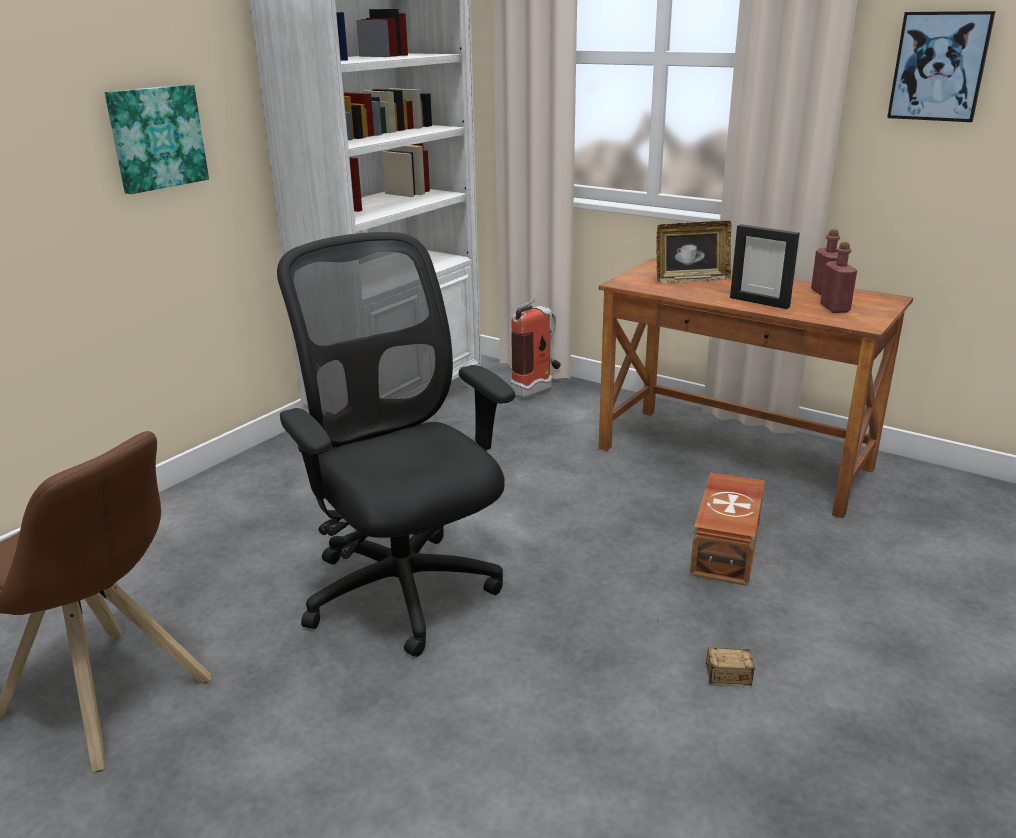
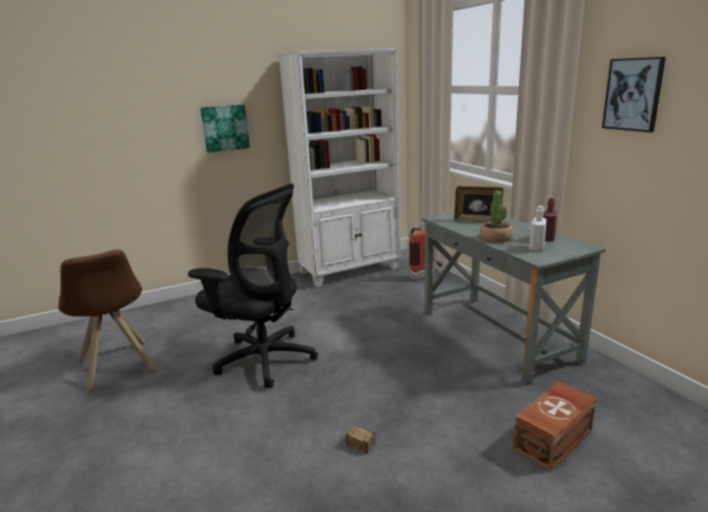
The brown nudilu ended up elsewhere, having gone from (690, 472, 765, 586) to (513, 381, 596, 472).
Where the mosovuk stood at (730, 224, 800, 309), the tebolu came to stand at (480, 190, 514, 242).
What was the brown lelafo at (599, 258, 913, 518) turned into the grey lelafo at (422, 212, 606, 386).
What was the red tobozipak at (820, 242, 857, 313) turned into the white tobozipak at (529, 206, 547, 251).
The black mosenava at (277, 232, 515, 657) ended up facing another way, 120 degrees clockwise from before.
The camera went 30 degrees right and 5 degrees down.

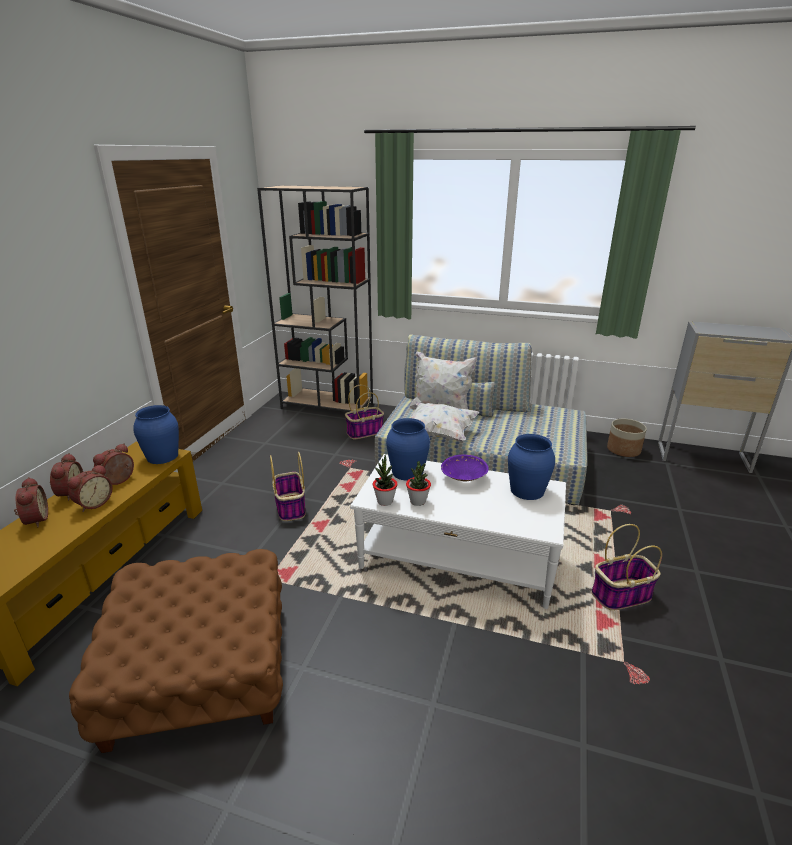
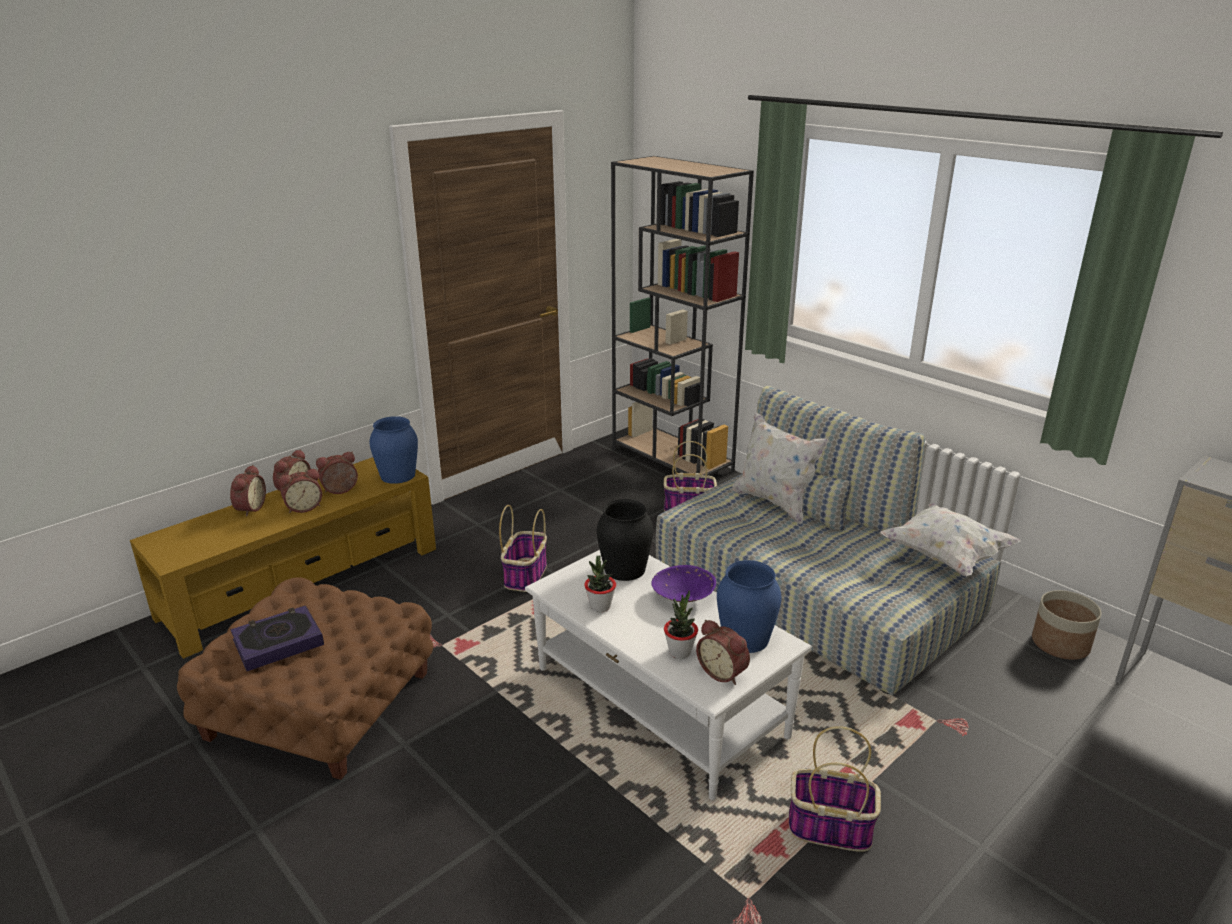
The second view gained the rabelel at (231, 605, 324, 671).
The second view gained the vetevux at (696, 620, 750, 685).
The tebolu ended up elsewhere, having gone from (373, 455, 397, 506) to (664, 590, 698, 659).
The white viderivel ended up elsewhere, having gone from (411, 402, 479, 442) to (880, 503, 1021, 577).
What was the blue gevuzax at (386, 418, 430, 481) turned into the black gevuzax at (597, 499, 653, 581).
The camera went 30 degrees right and 0 degrees up.

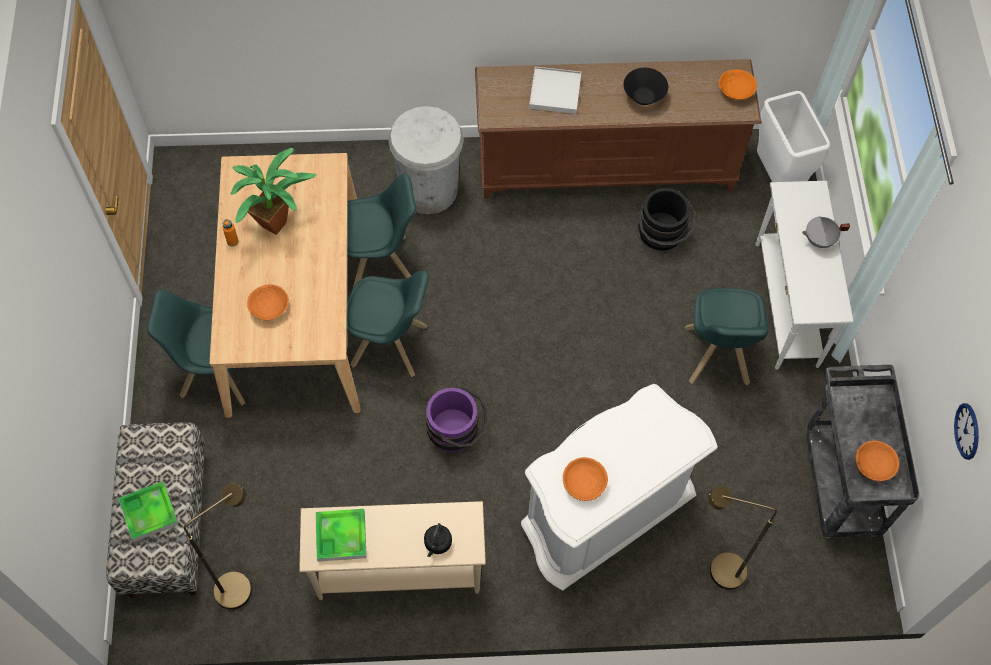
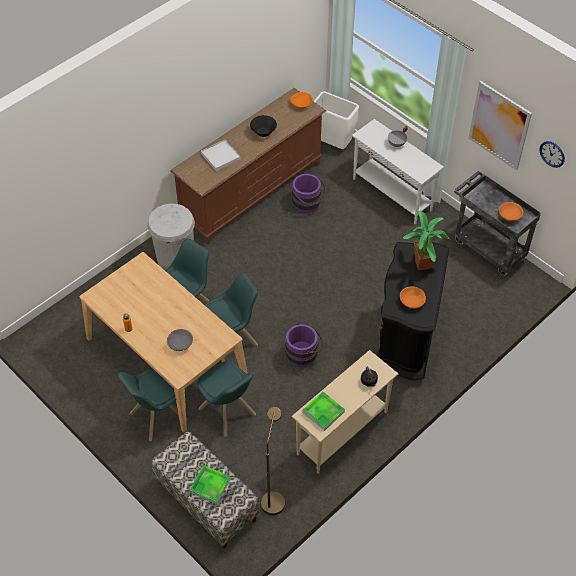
The second view lost the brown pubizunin at (708, 486, 777, 590).
The second view gained the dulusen at (468, 81, 532, 170).
The tebolu ended up elsewhere, having gone from (231, 148, 316, 235) to (403, 211, 450, 270).
The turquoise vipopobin ended up elsewhere, having gone from (684, 288, 769, 385) to (197, 361, 256, 437).
What was the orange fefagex at (247, 284, 289, 320) turned into the grey fefagex at (167, 329, 193, 351).
What was the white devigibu at (521, 384, 718, 591) turned into the black devigibu at (377, 242, 449, 380).
What was the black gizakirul at (638, 188, 695, 251) turned into the purple gizakirul at (292, 174, 326, 213).
The camera went 40 degrees left and 10 degrees down.

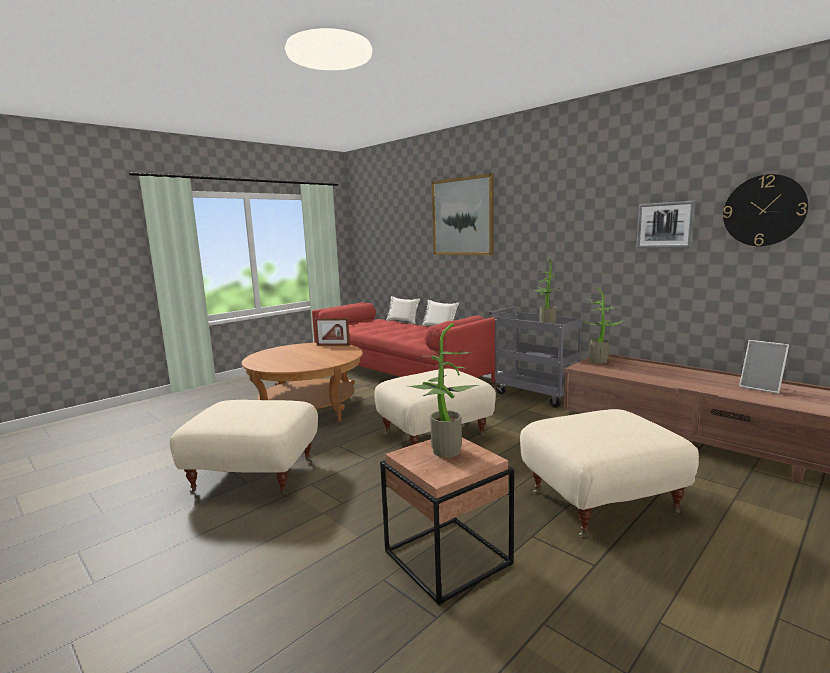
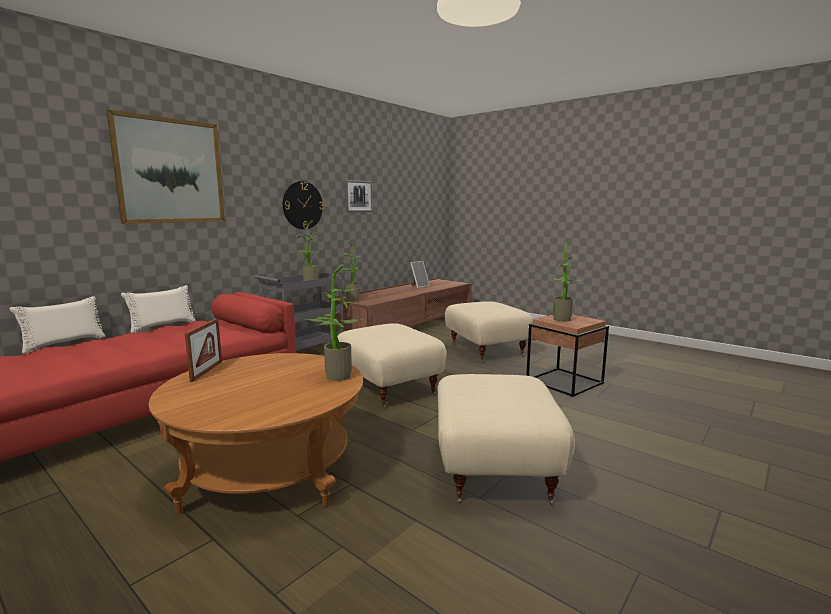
The second view gained the tebolu at (306, 265, 364, 381).
The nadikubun ended up elsewhere, having gone from (723, 174, 809, 246) to (283, 181, 324, 229).
The camera went 95 degrees left and 0 degrees up.

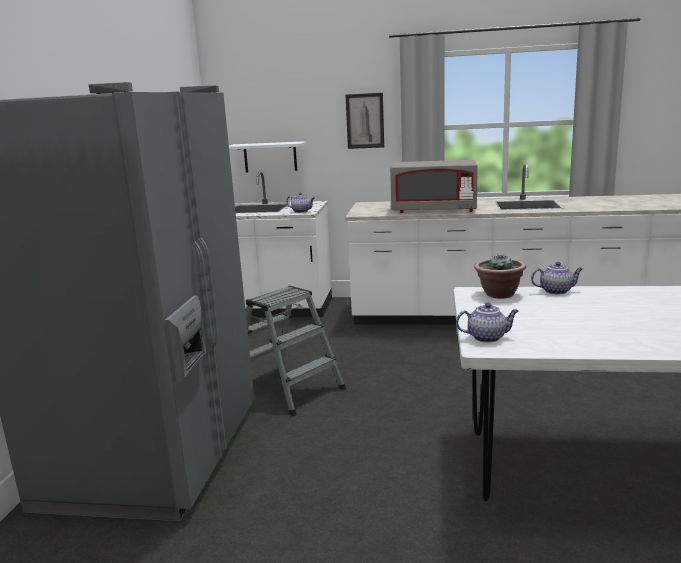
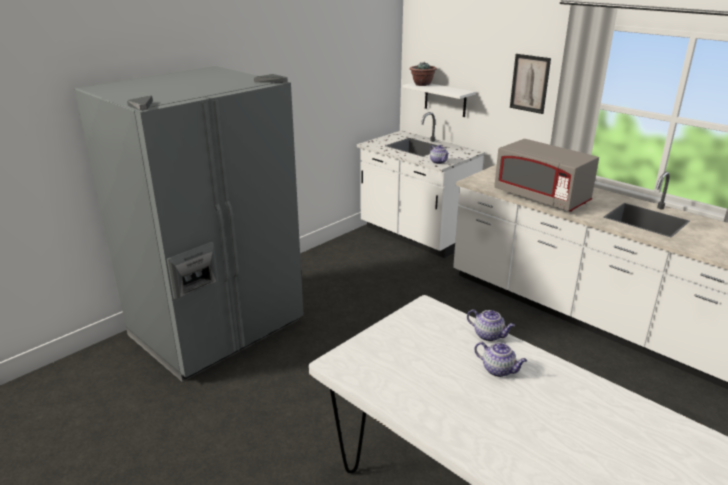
The second view lost the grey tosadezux at (246, 286, 346, 416).
The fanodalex ended up elsewhere, having gone from (456, 303, 519, 343) to (474, 342, 527, 377).
The tebolu ended up elsewhere, having gone from (474, 255, 526, 299) to (410, 62, 437, 86).
The camera went 35 degrees right and 10 degrees up.

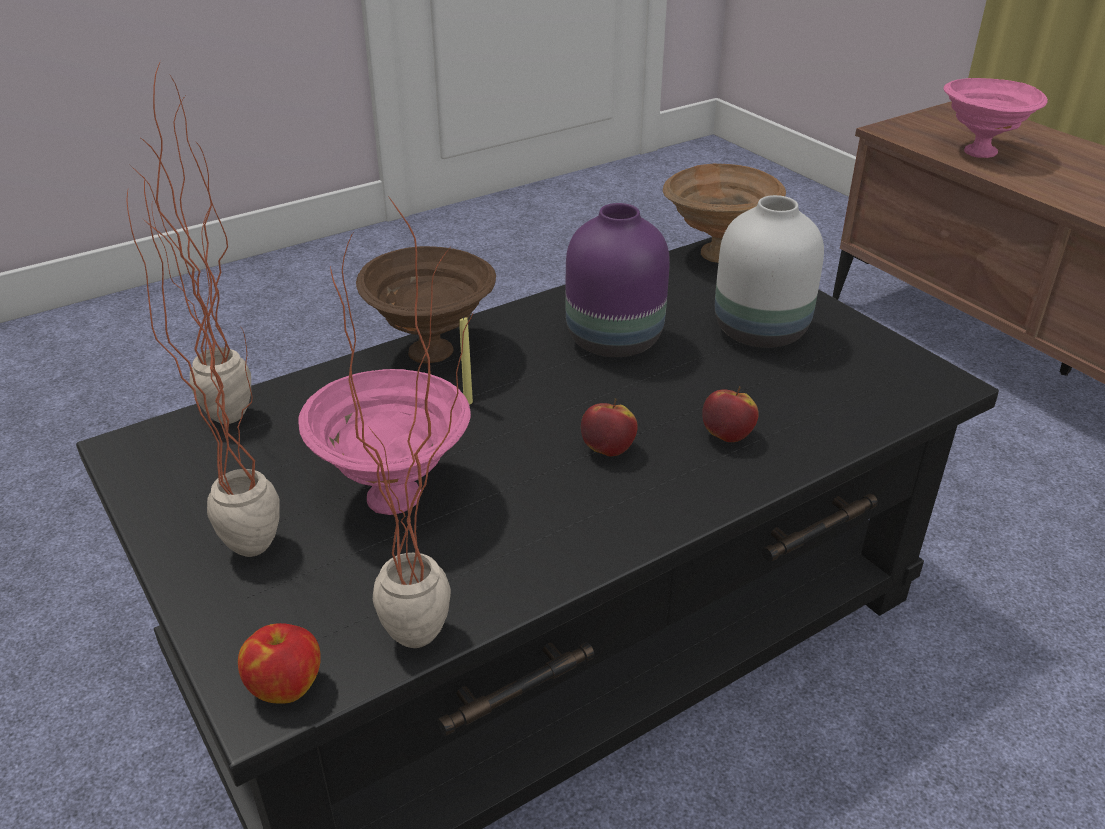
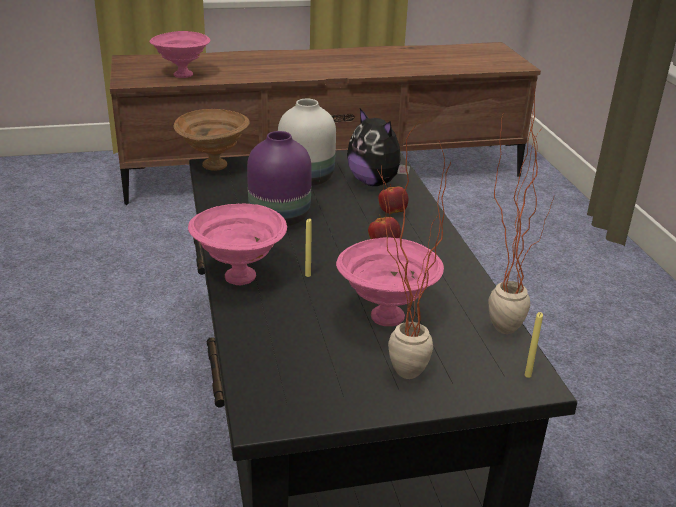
The second view lost the tebolu at (130, 61, 251, 424).
The second view gained the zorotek at (347, 108, 410, 186).
Where the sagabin stood at (238, 623, 321, 704), the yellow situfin came to stand at (525, 312, 543, 378).
What was the brown fefagex at (356, 246, 496, 364) turned into the pink fefagex at (188, 203, 287, 285).
The camera went 70 degrees left and 5 degrees down.

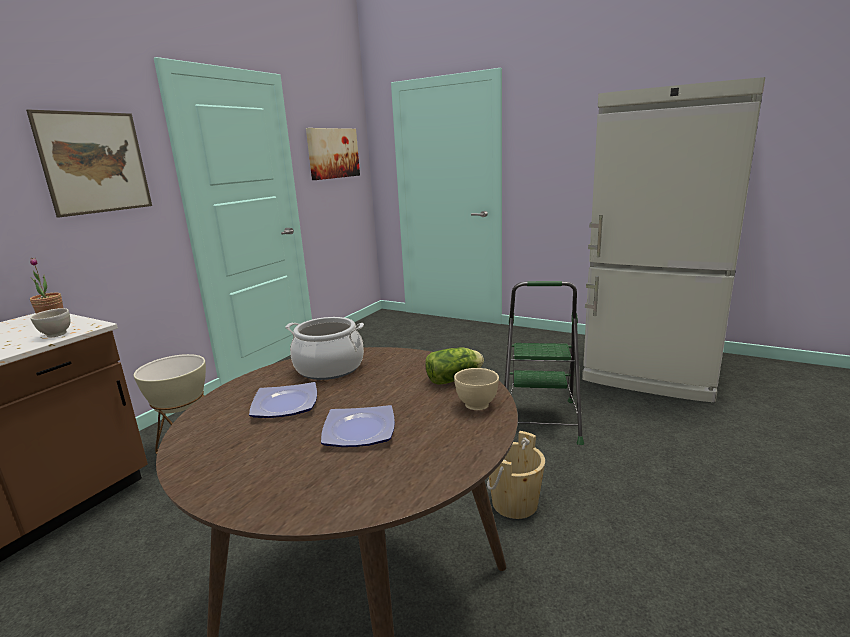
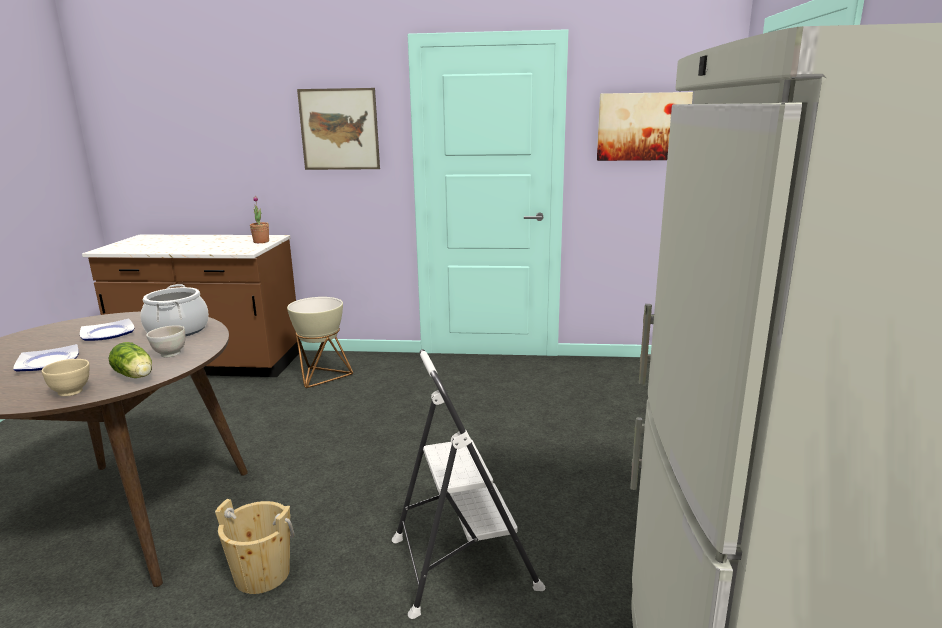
The white fefagex ended up elsewhere, having gone from (30, 308, 70, 337) to (146, 325, 185, 357).
What was the green tosadezux at (504, 281, 584, 445) turned into the white tosadezux at (392, 349, 545, 619).
The camera went 65 degrees right and 0 degrees up.

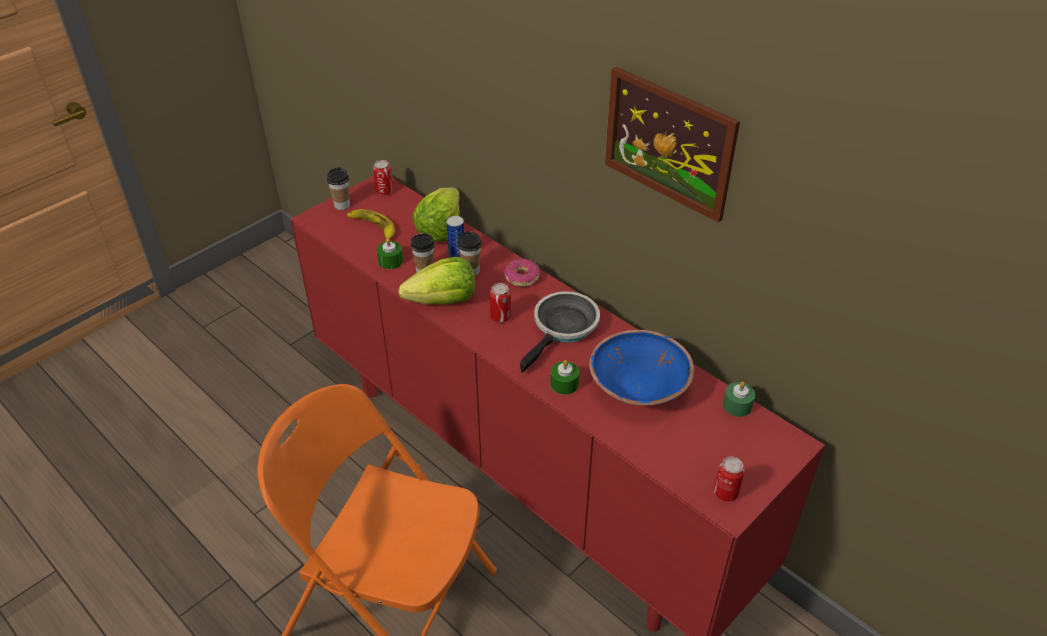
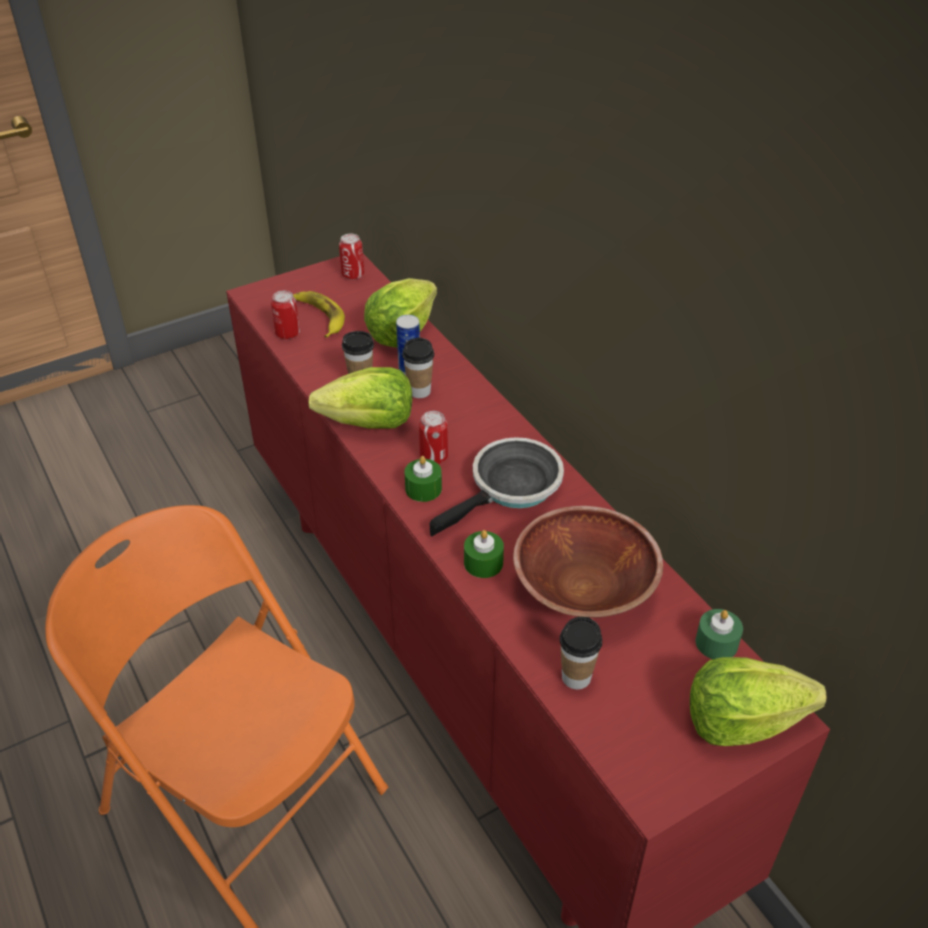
The second view lost the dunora at (504, 259, 540, 287).
The second view lost the dulusen at (605, 66, 740, 223).
The second view gained the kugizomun at (690, 657, 826, 746).
The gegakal ended up elsewhere, having gone from (327, 167, 350, 210) to (560, 617, 602, 690).
The green situfin ended up elsewhere, having gone from (377, 238, 403, 269) to (404, 456, 442, 502).
The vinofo ended up elsewhere, having gone from (714, 457, 745, 502) to (271, 291, 300, 339).
What was the blue fefagex at (589, 330, 694, 406) turned into the brown fefagex at (513, 506, 663, 618).
The camera went 15 degrees right and 0 degrees up.

